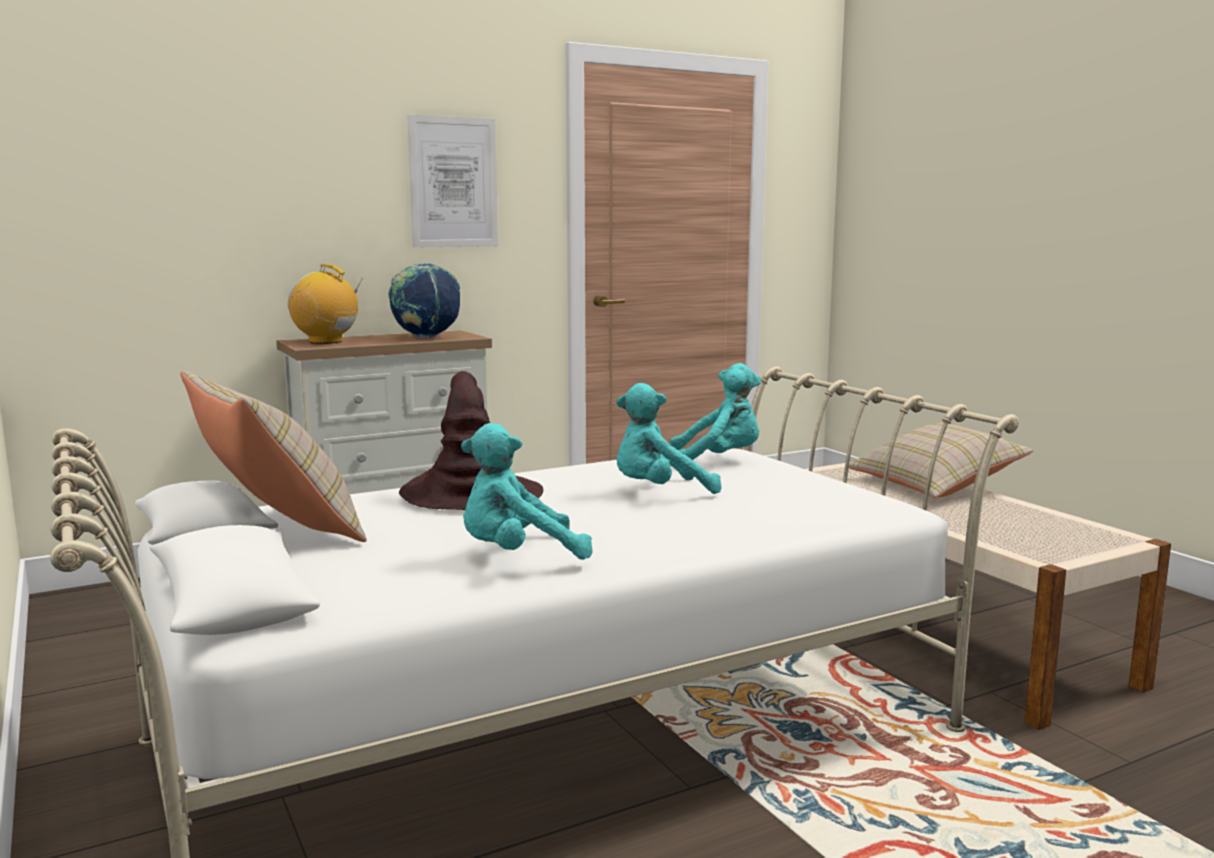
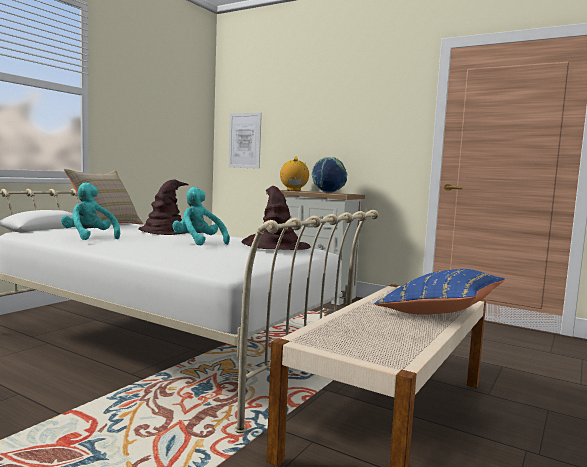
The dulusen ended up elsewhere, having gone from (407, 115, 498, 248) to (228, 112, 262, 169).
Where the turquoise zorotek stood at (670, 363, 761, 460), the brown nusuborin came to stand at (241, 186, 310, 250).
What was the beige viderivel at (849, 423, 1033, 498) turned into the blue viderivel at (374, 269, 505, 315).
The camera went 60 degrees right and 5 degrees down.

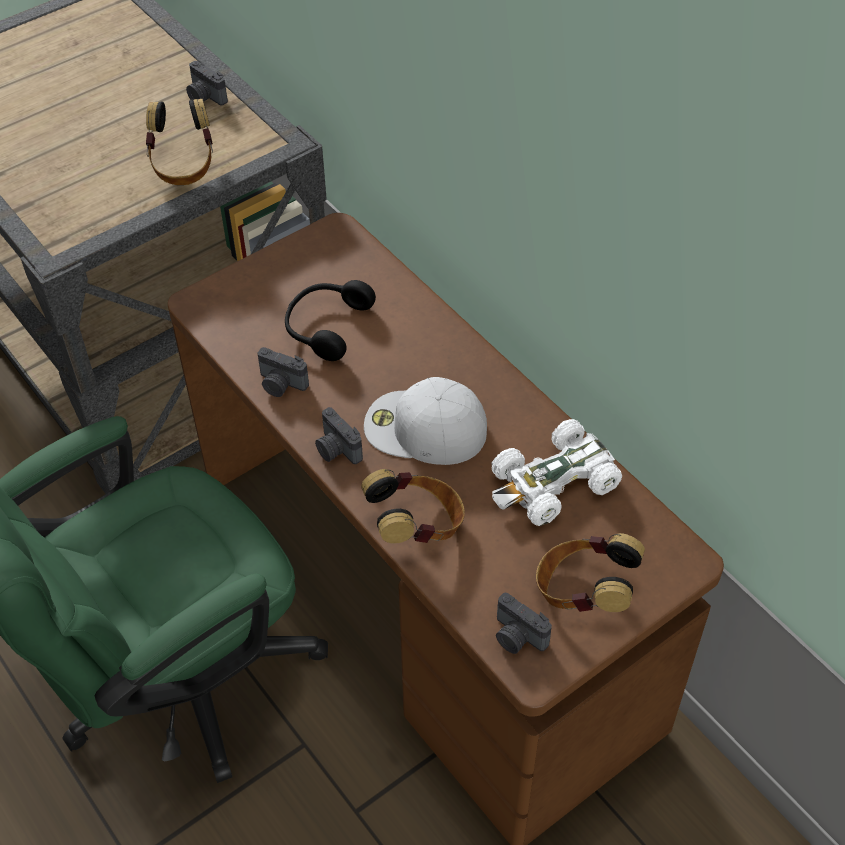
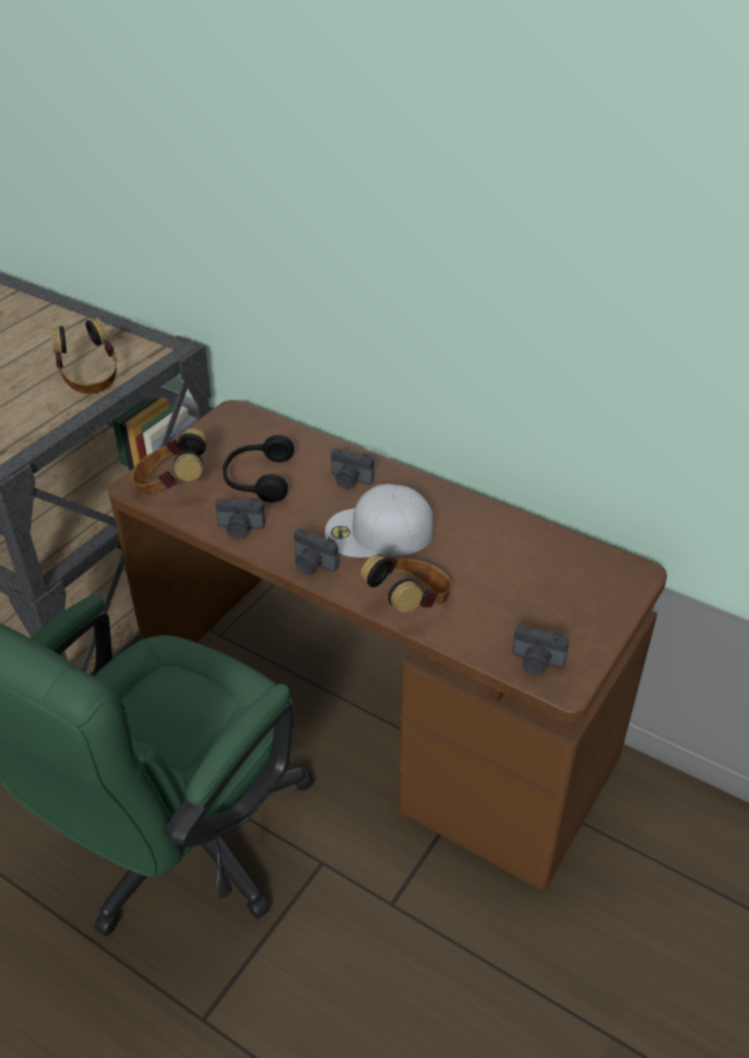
The second view lost the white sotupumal at (491, 419, 623, 526).
The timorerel ended up elsewhere, having gone from (186, 61, 228, 105) to (331, 448, 374, 489).
The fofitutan ended up elsewhere, having gone from (536, 533, 645, 612) to (132, 428, 207, 495).
The camera went 20 degrees left and 10 degrees down.

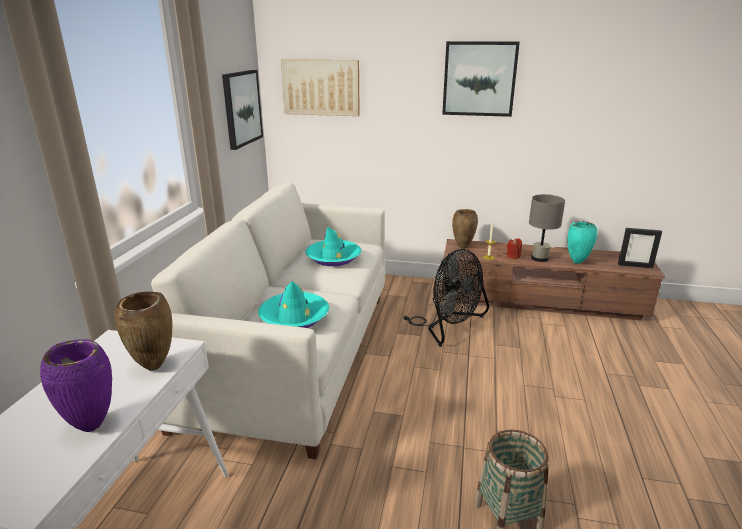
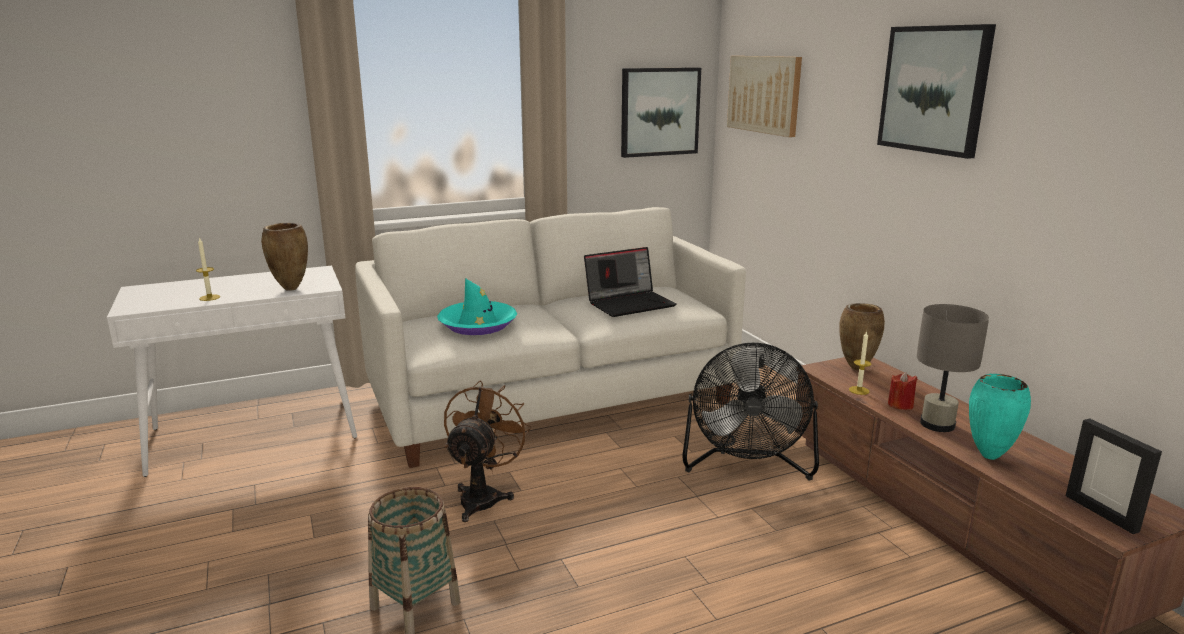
The second view gained the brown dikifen at (444, 381, 531, 522).
Where the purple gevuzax stood at (40, 339, 112, 432), the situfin came to stand at (196, 237, 220, 301).
Where the turquoise nusuborin stood at (306, 227, 361, 266), the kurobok came to stand at (584, 247, 677, 317).
The camera went 55 degrees right and 5 degrees down.

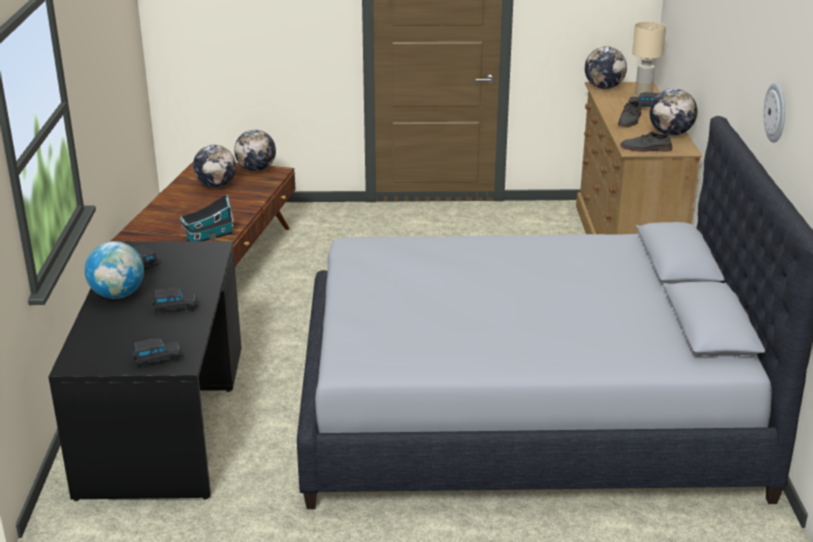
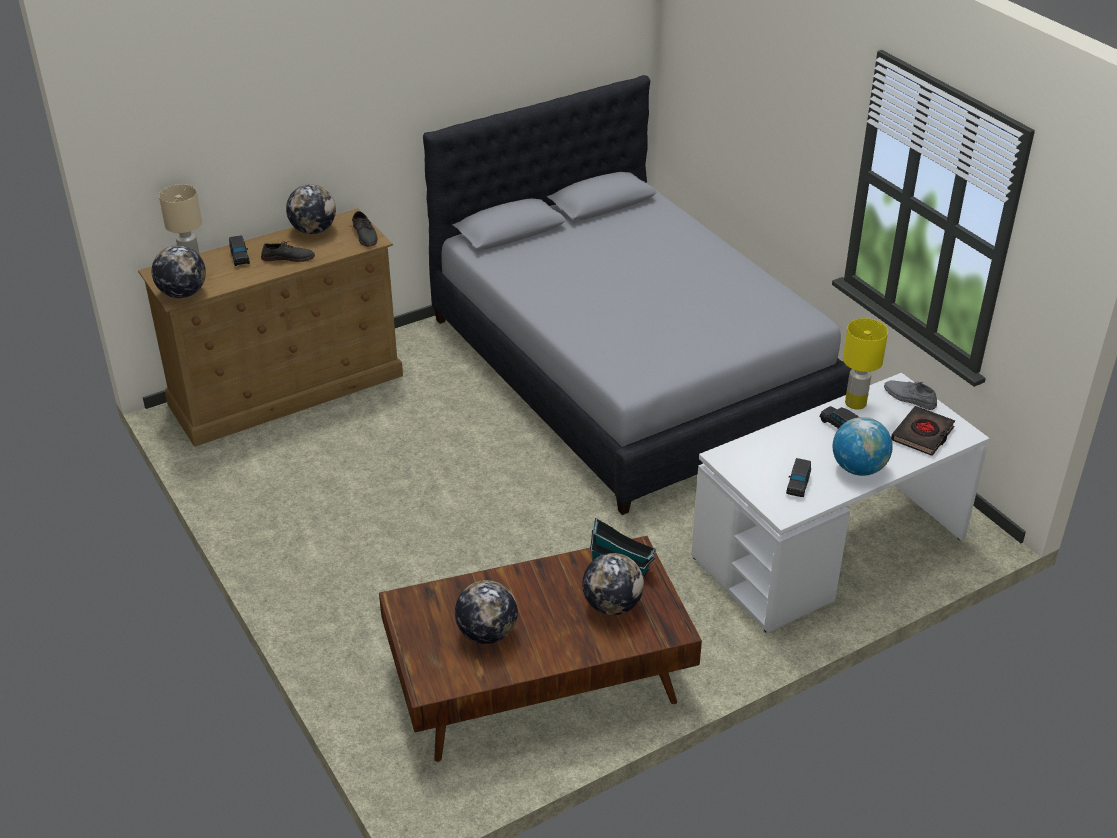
The second view lost the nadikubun at (764, 83, 785, 143).
The second view gained the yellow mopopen at (843, 318, 888, 410).
The second view gained the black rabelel at (891, 406, 955, 456).
The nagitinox ended up elsewhere, having gone from (234, 130, 276, 171) to (582, 553, 644, 615).
Where the black sotupumal stood at (132, 339, 182, 368), the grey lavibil came to stand at (884, 380, 937, 410).
What was the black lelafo at (48, 241, 241, 501) turned into the white lelafo at (691, 373, 990, 633).
The camera went 120 degrees left and 10 degrees up.

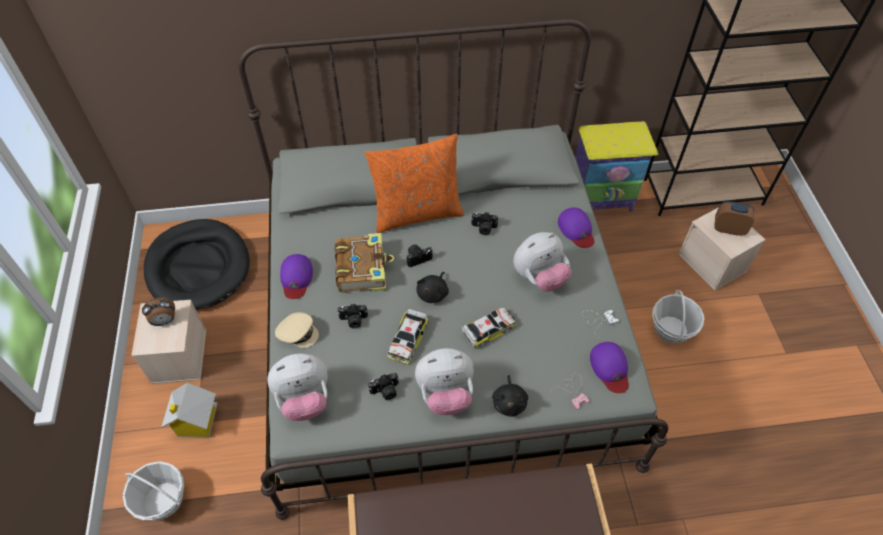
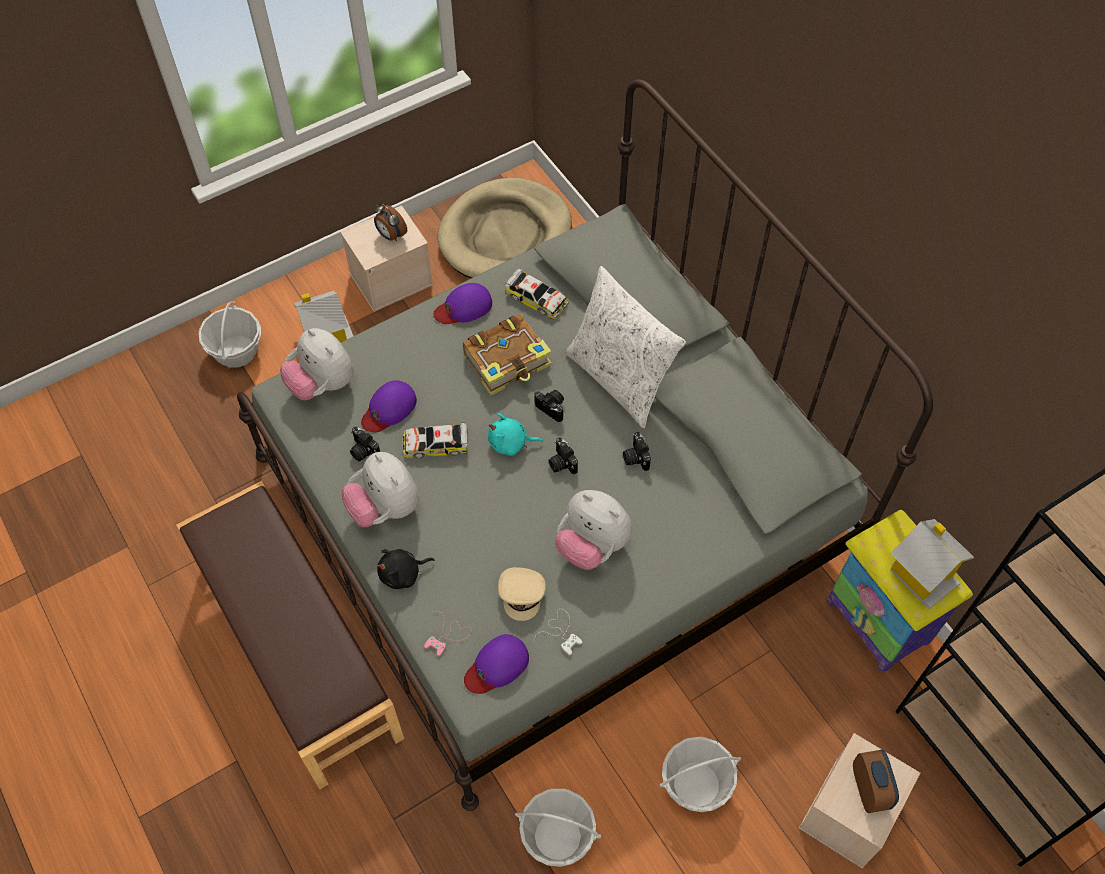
The second view gained the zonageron at (515, 789, 602, 867).
The second view gained the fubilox at (890, 519, 974, 609).
The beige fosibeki ended up elsewhere, having gone from (275, 312, 319, 348) to (498, 567, 546, 621).
The timorerel ended up elsewhere, having gone from (338, 304, 368, 329) to (549, 437, 578, 474).
The sotupumal ended up elsewhere, having gone from (461, 307, 517, 349) to (505, 267, 568, 320).
The purple fosibeki ended up elsewhere, having gone from (558, 208, 594, 248) to (361, 380, 417, 432).
What was the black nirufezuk at (144, 219, 250, 310) turned into the beige nirufezuk at (438, 178, 572, 279).
What was the orange viderivel at (365, 134, 464, 233) turned into the white viderivel at (565, 266, 686, 429).
What was the black zorotek at (416, 272, 449, 303) turned into the turquoise zorotek at (488, 413, 543, 456).
The camera went 65 degrees right and 5 degrees up.

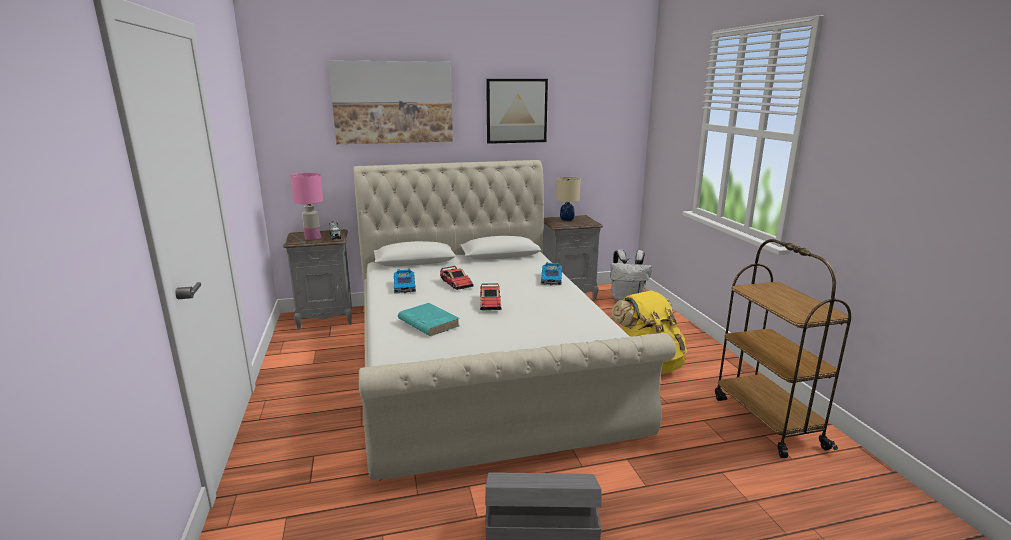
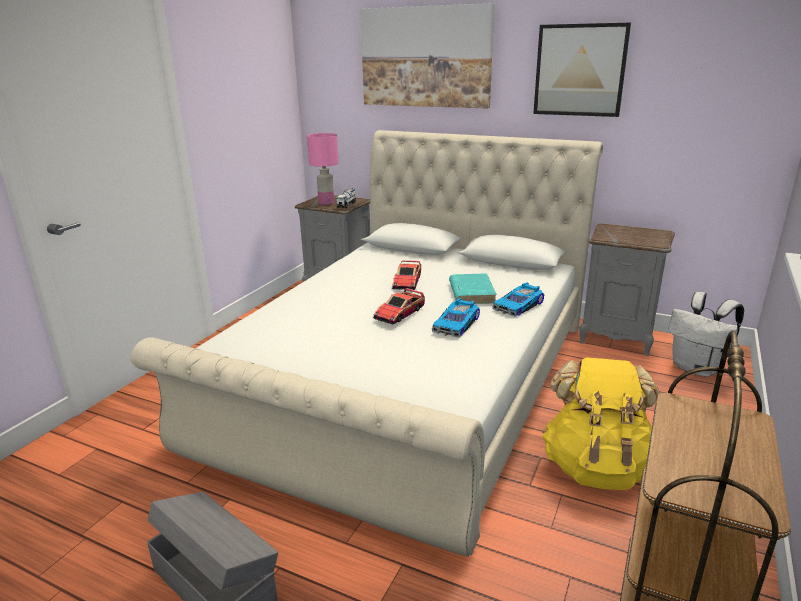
The second view lost the beige mopopen at (556, 177, 581, 221).
The sotupumal ended up elsewhere, having gone from (394, 269, 416, 293) to (432, 298, 480, 338).
The turquoise rabelel ended up elsewhere, having gone from (398, 303, 460, 336) to (449, 273, 497, 304).
The camera went 40 degrees right and 5 degrees up.

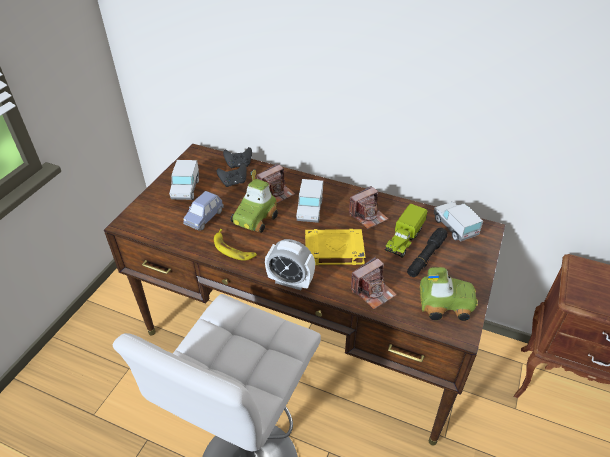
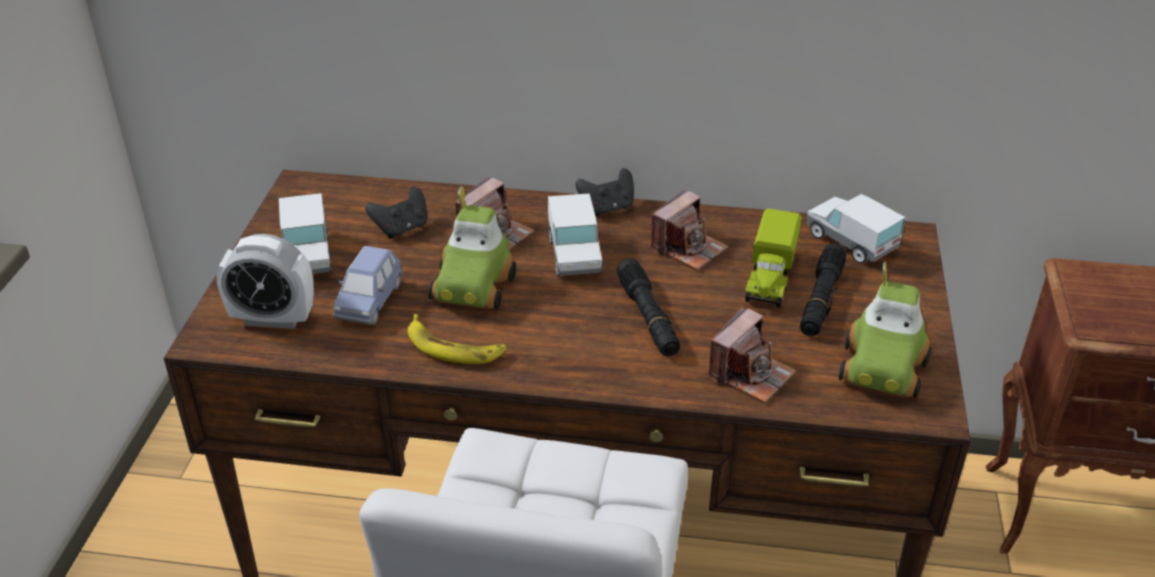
The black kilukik ended up elsewhere, having gone from (223, 147, 252, 168) to (576, 168, 634, 216).
The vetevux ended up elsewhere, having gone from (265, 239, 315, 290) to (216, 234, 314, 329).
Where the yellow rabelel stood at (305, 229, 365, 266), the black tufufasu came to stand at (617, 258, 680, 356).
The sotupumal at (420, 267, 478, 321) ended up facing another way, 120 degrees clockwise from before.
The camera went 15 degrees left and 5 degrees down.

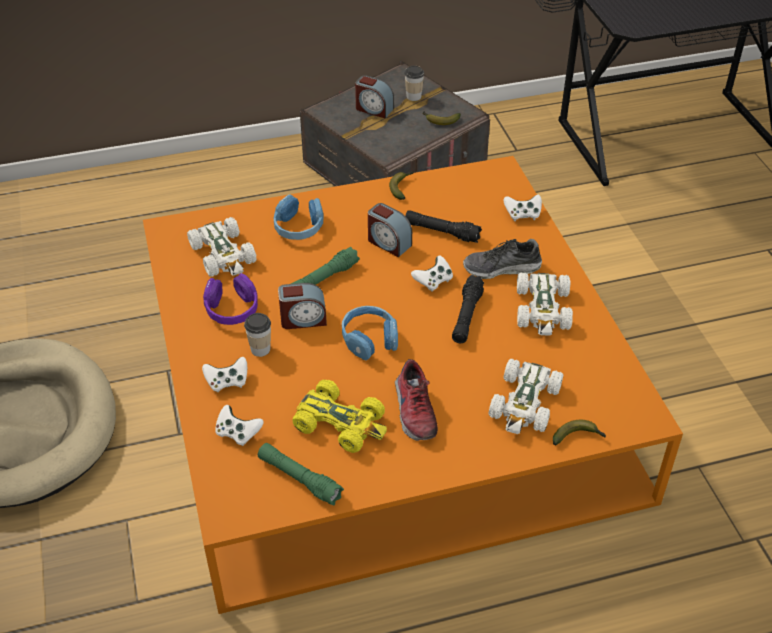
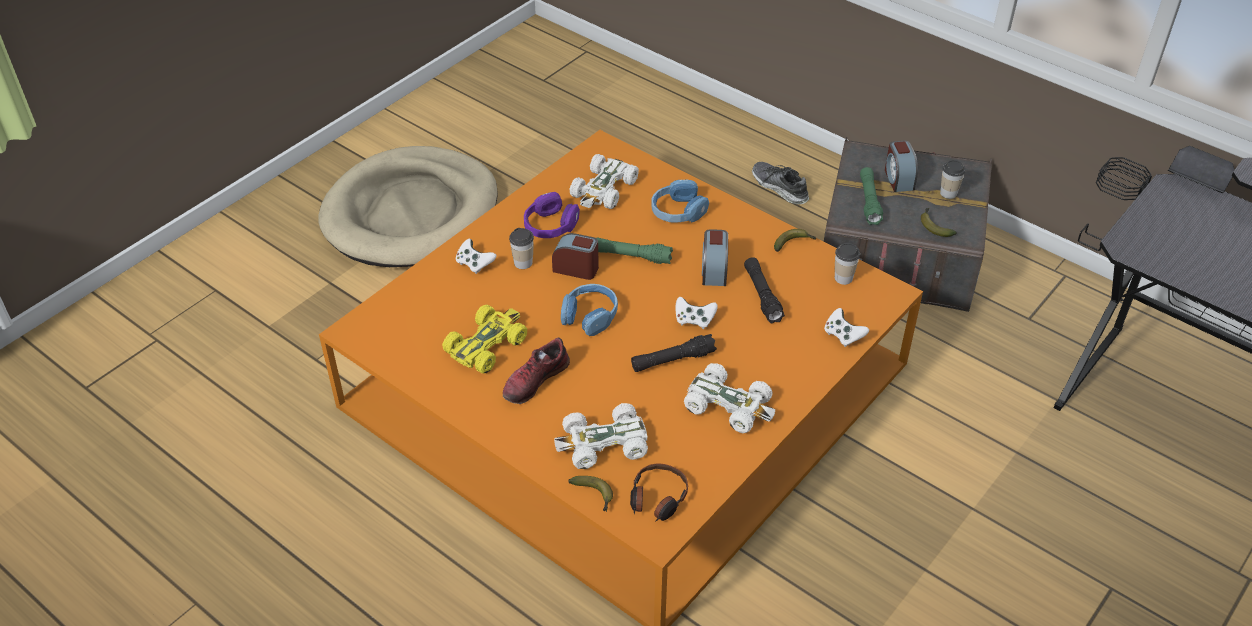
The second view lost the white kilukik at (215, 405, 264, 446).
The second view gained the fofitutan at (630, 464, 688, 522).
The second view gained the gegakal at (835, 243, 860, 285).
The green tufufasu ended up elsewhere, having gone from (258, 443, 344, 505) to (860, 167, 883, 225).
The lavibil ended up elsewhere, having gone from (463, 239, 542, 279) to (752, 162, 809, 204).
The vetevux at (278, 283, 327, 329) ended up facing another way, 150 degrees clockwise from before.
The yellow sotupumal at (292, 380, 387, 453) ended up facing another way, 135 degrees counterclockwise from before.
The white sotupumal at (517, 273, 573, 336) ended up facing another way, 120 degrees counterclockwise from before.
The camera went 55 degrees right and 0 degrees up.

